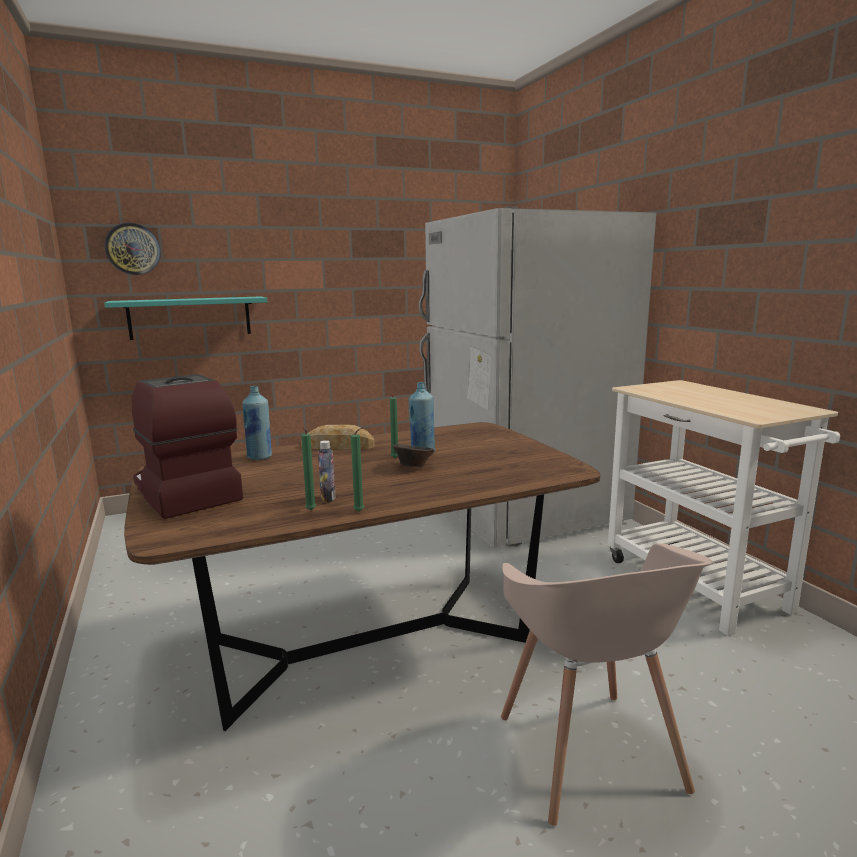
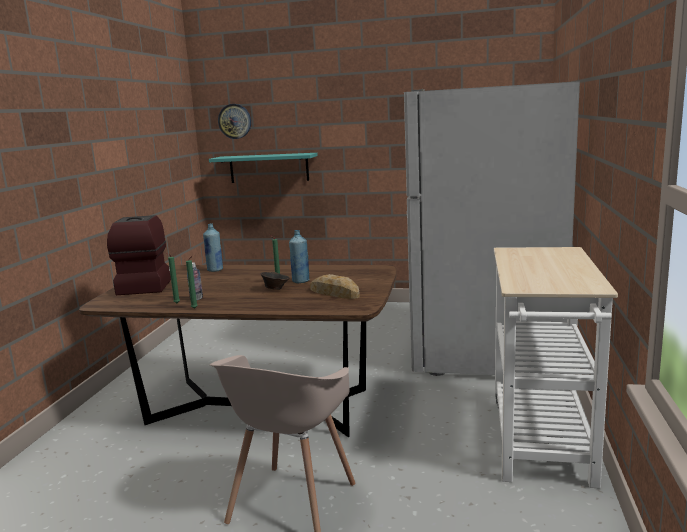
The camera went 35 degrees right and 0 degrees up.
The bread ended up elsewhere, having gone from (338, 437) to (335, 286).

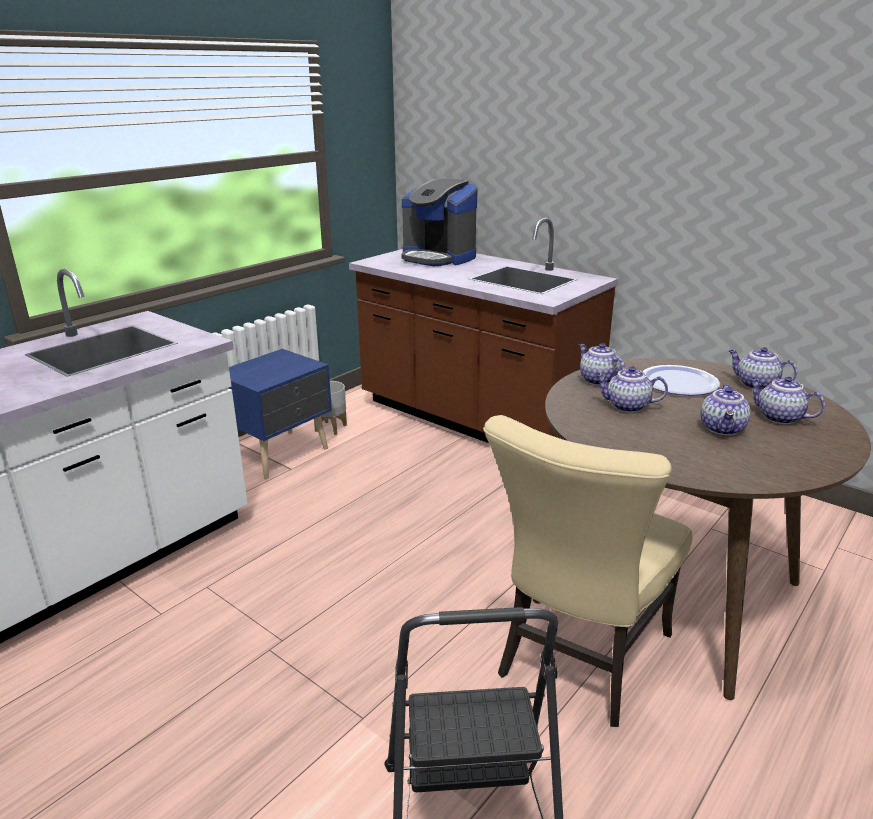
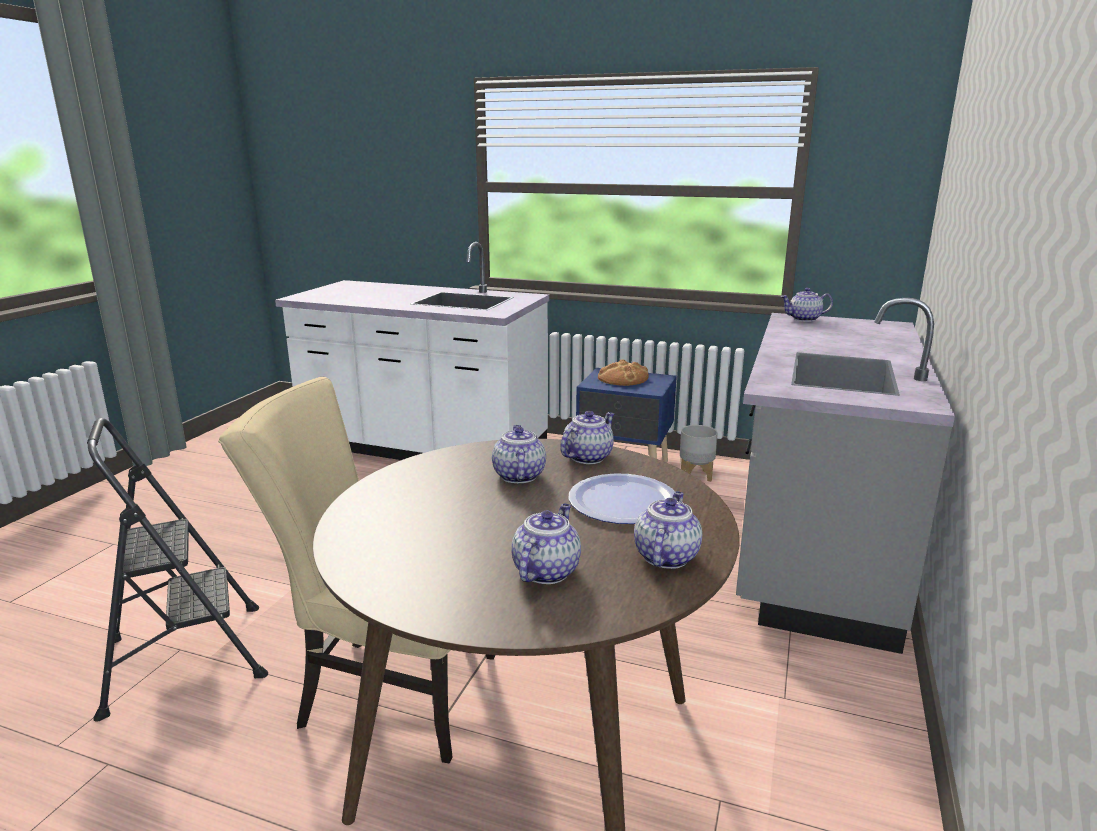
The camera went 70 degrees right and 5 degrees down.
The second view lost the coffee machine at (439, 222).
What was the brown counter at (483, 330) turned into the grey counter at (845, 476).
The teapot ended up elsewhere, having gone from (726, 410) to (806, 305).
The second view gained the bread at (623, 372).

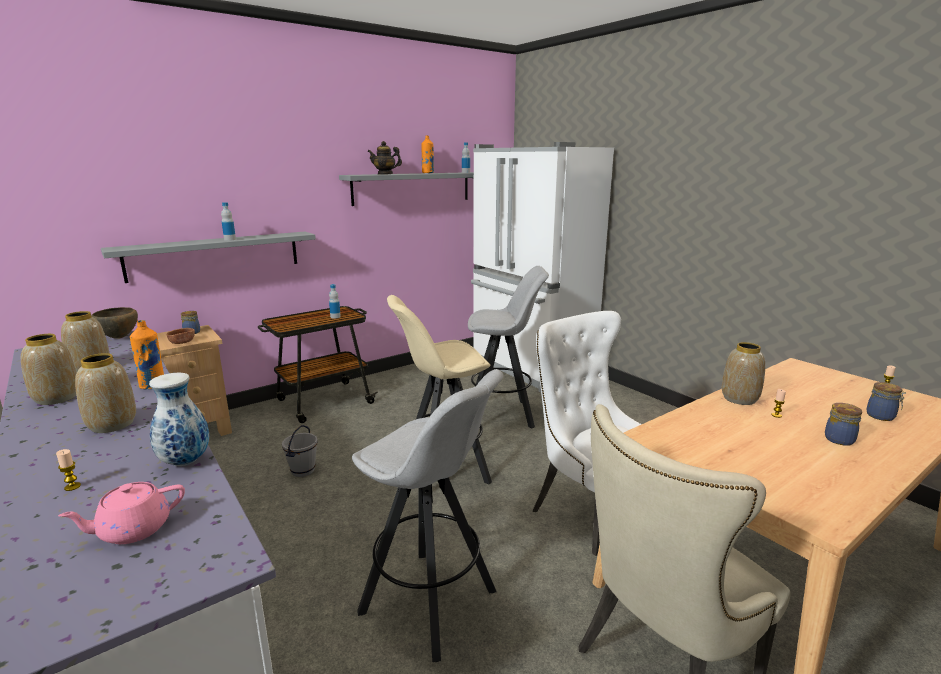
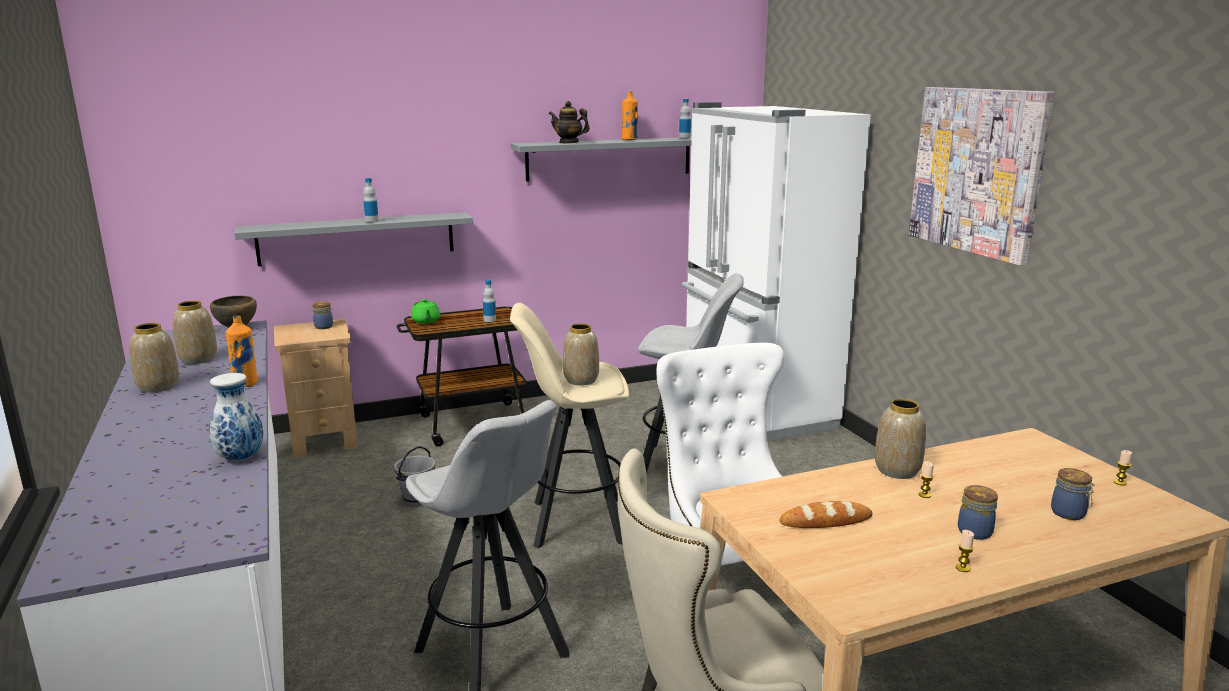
The camera went 15 degrees right and 0 degrees up.
The second view lost the brown bowl at (180, 336).
The vase ended up elsewhere, having gone from (105, 393) to (581, 354).
The candle ended up elsewhere, having gone from (68, 470) to (965, 551).
The second view lost the pink teapot at (121, 513).
The second view gained the picture at (982, 176).
The second view gained the green teapot at (425, 311).
The second view gained the bread at (825, 514).

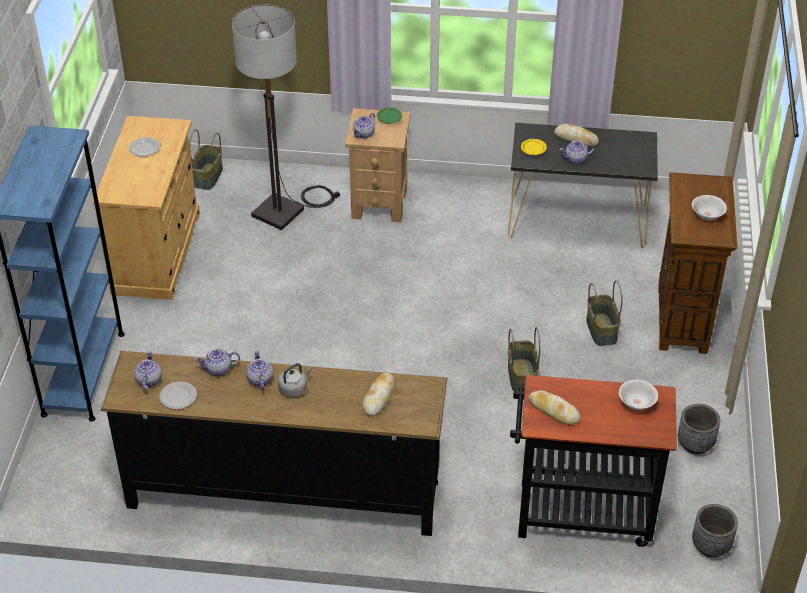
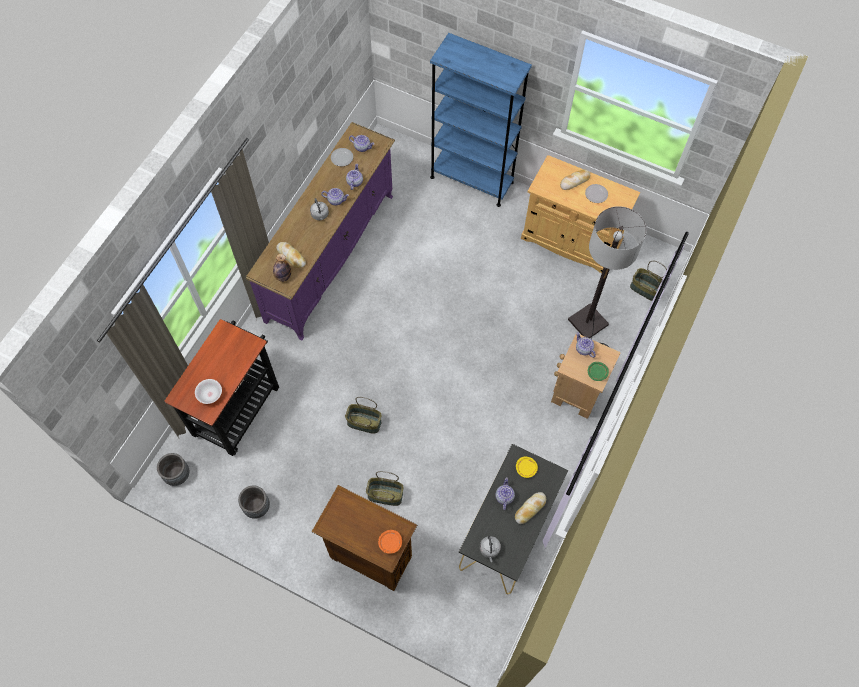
The camera went 110 degrees right and 20 degrees up.
The second view lost the white bowl at (709, 207).
What was the black dresser at (274, 443) turned into the purple dresser at (320, 231).
The bread ended up elsewhere, having gone from (554, 407) to (575, 180).
The second view gained the bottle at (282, 268).
The second view gained the orange plate at (390, 542).
The second view gained the grey kettle at (490, 549).

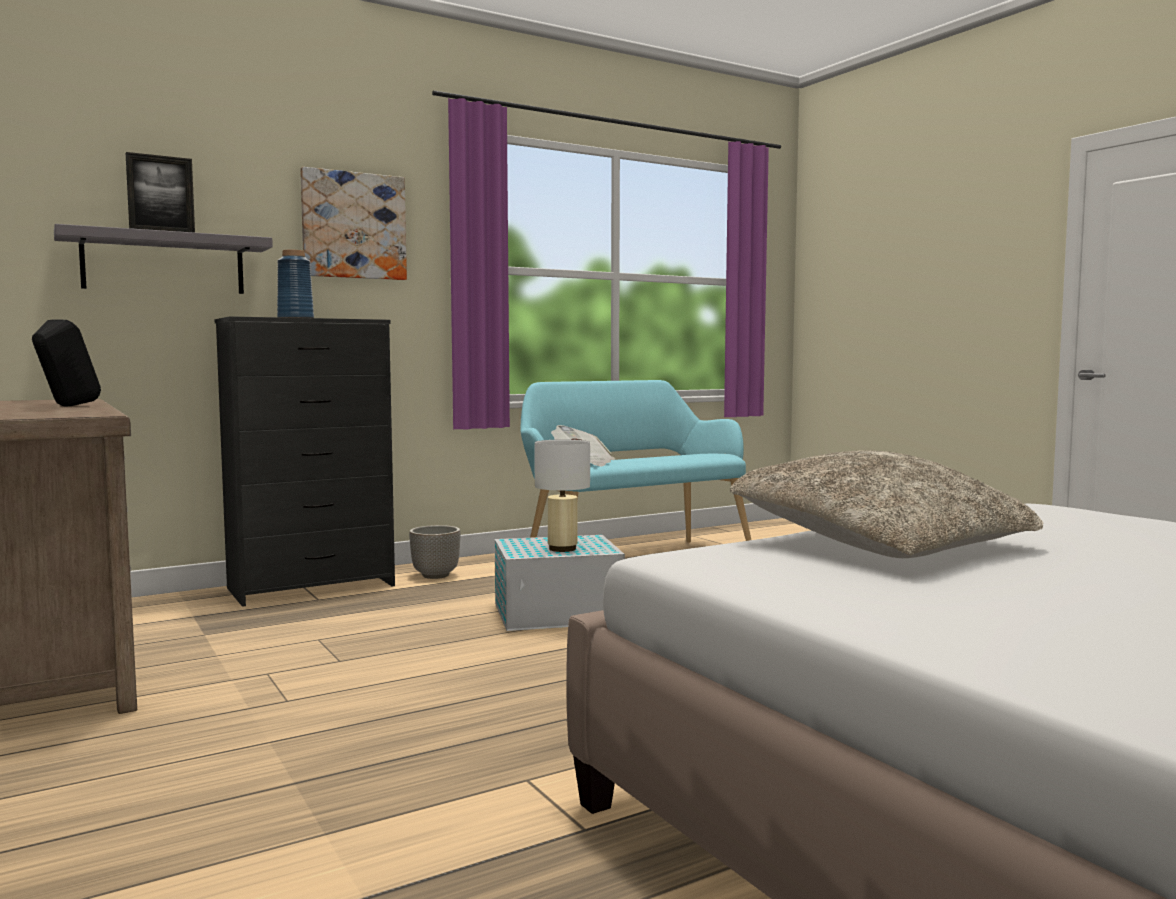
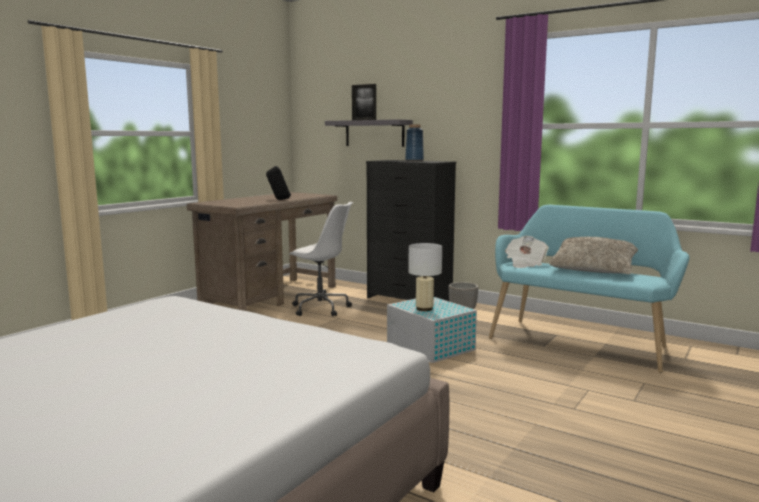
The camera went 65 degrees right and 5 degrees up.
The second view lost the picture at (353, 223).
The beige pillow ended up elsewhere, having gone from (887, 504) to (593, 255).
The second view gained the white office chair at (321, 259).

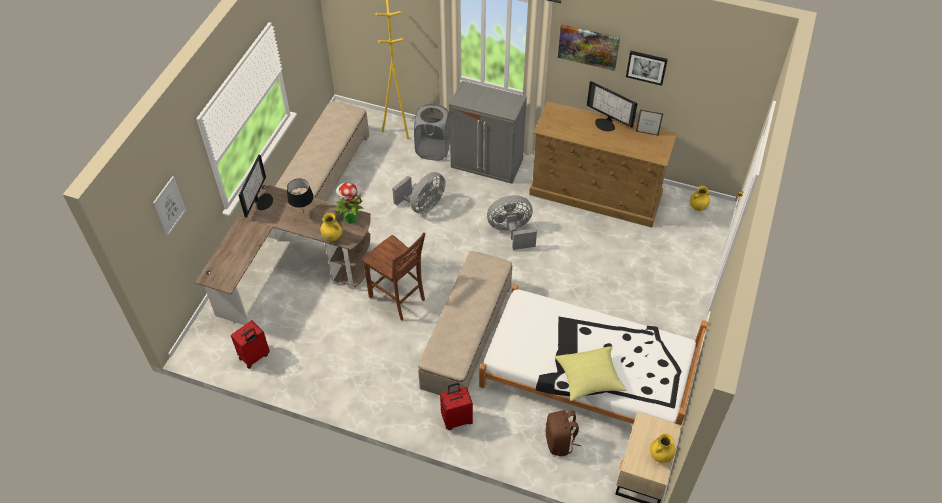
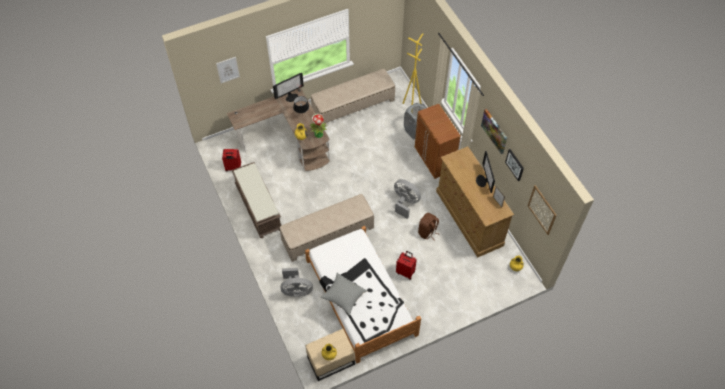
The camera went 45 degrees right and 5 degrees up.
What was the grey cabinet at (488, 132) turned into the brown cabinet at (438, 141).
The grey fan ended up elsewhere, having gone from (419, 193) to (296, 282).
The second view lost the brown chair at (394, 276).
What was the yellow pillow at (591, 373) turned into the grey pillow at (343, 294).
The red suitcase ended up elsewhere, having gone from (456, 406) to (406, 265).
The brown backpack ended up elsewhere, having gone from (563, 433) to (429, 227).
The second view gained the brown bench at (256, 200).
The second view gained the picture at (542, 210).

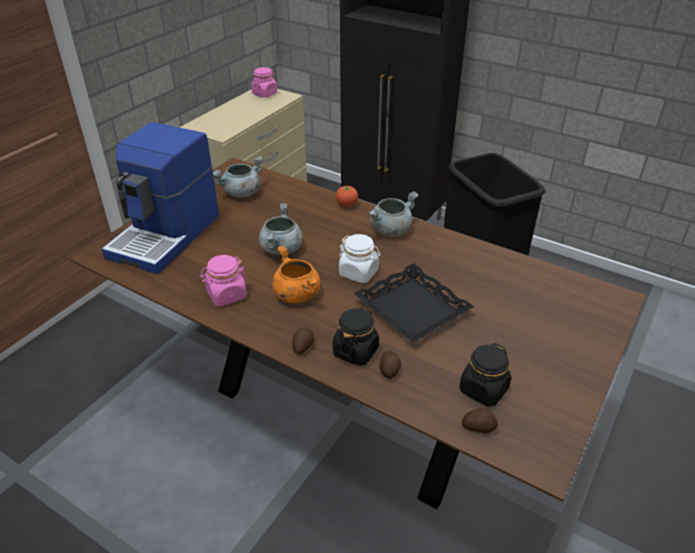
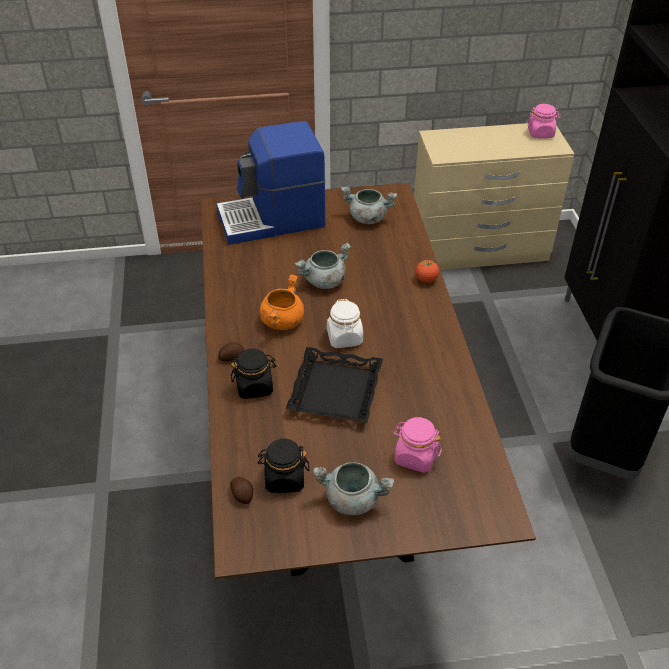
The camera went 50 degrees right and 5 degrees up.
The grey cooking pot ended up elsewhere, having gone from (393, 214) to (353, 488).
The pink jar ended up elsewhere, having gone from (223, 280) to (417, 445).
The second view lost the potato at (390, 365).

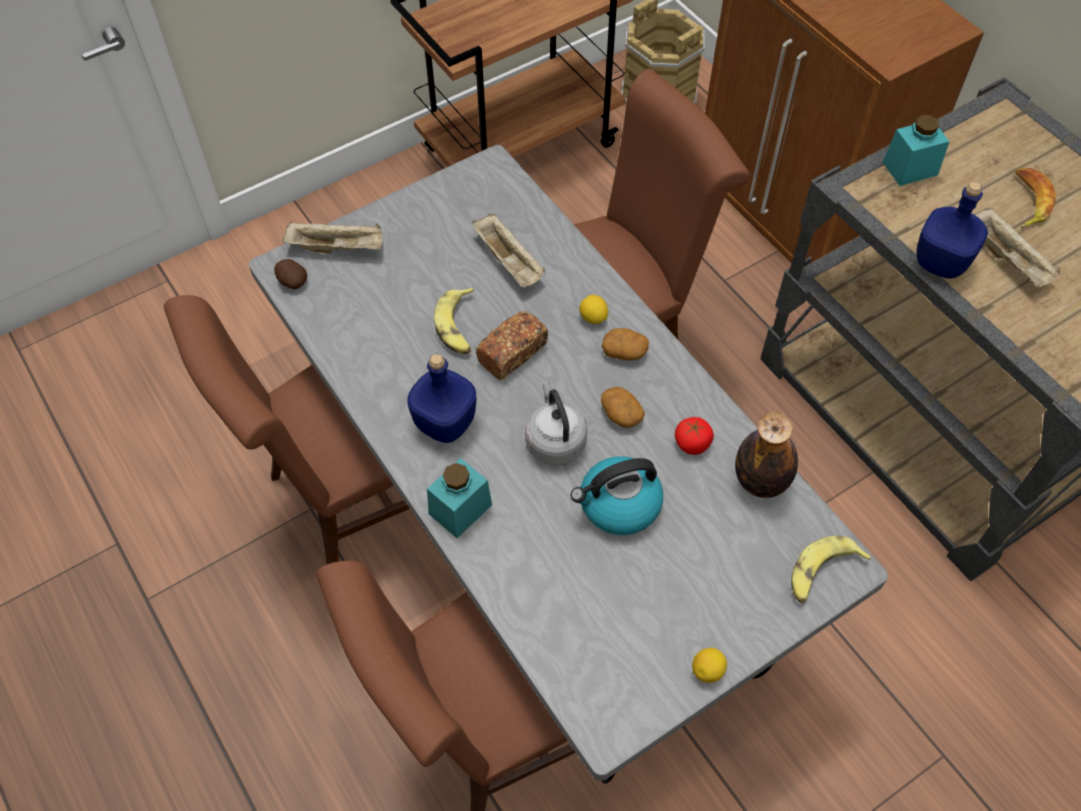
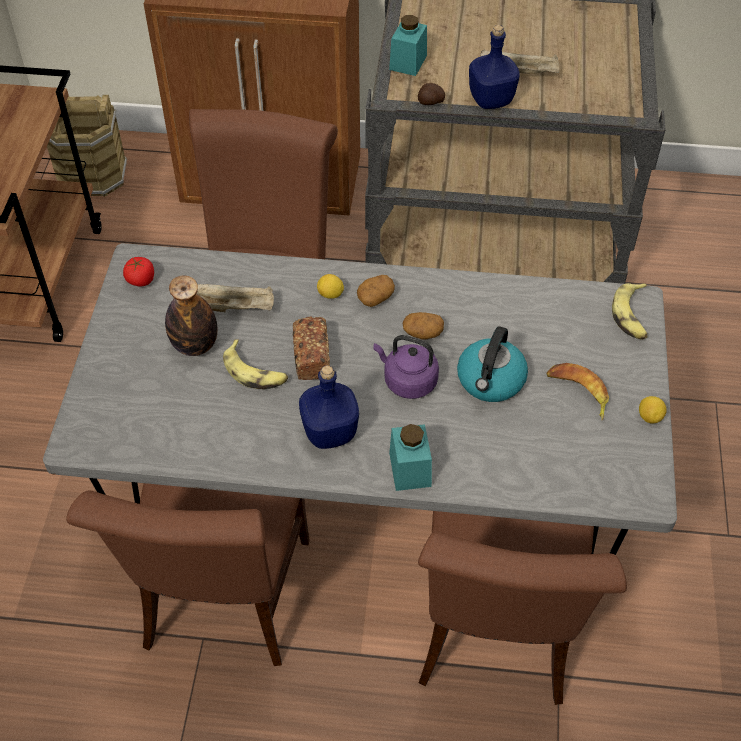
The camera went 50 degrees left and 5 degrees down.
The banana ended up elsewhere, having gone from (1035, 198) to (577, 391).
The second view lost the beige tray at (332, 237).
The potato ended up elsewhere, having gone from (290, 274) to (431, 94).
What was the grey kettle at (556, 424) turned into the purple kettle at (406, 367).
The bottle ended up elsewhere, having gone from (766, 455) to (191, 316).
The tomato ended up elsewhere, having gone from (694, 436) to (138, 271).

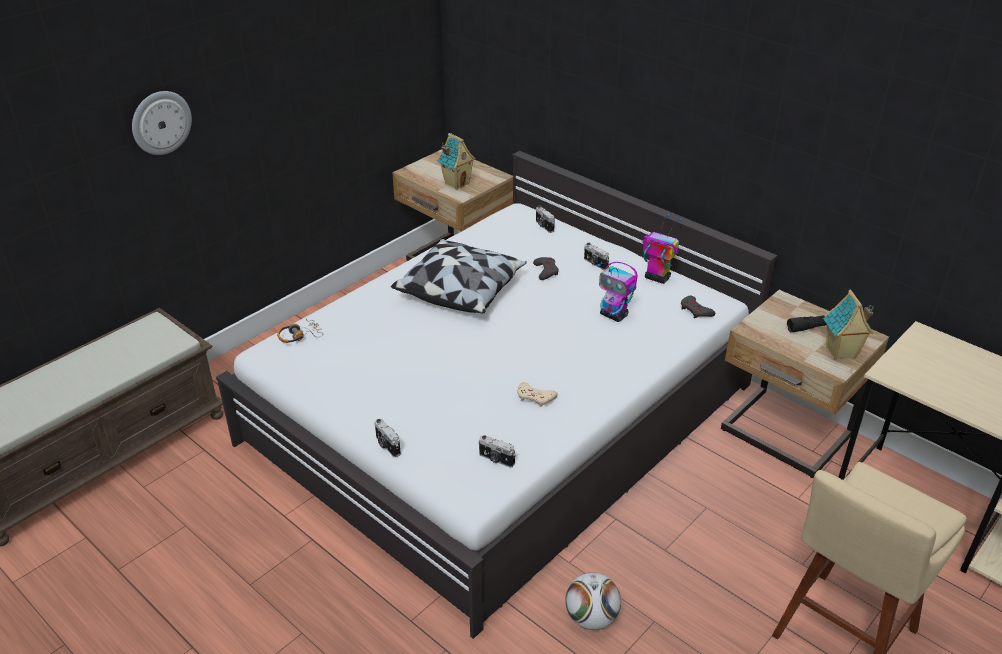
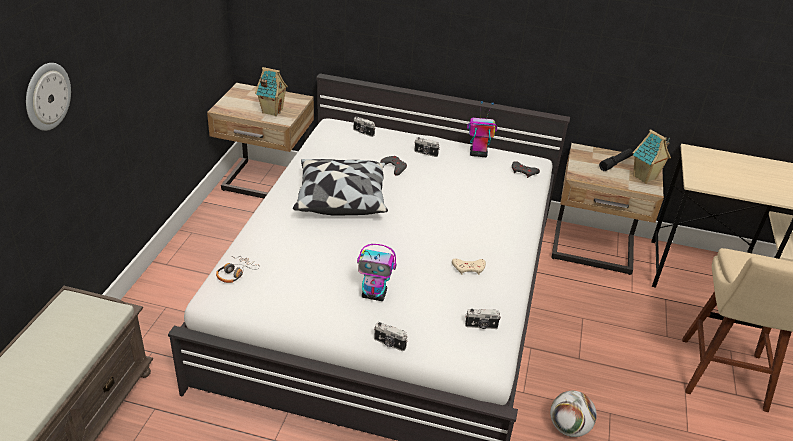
The camera went 30 degrees left and 0 degrees up.
The toy robot ended up elsewhere, having gone from (617, 292) to (376, 272).

